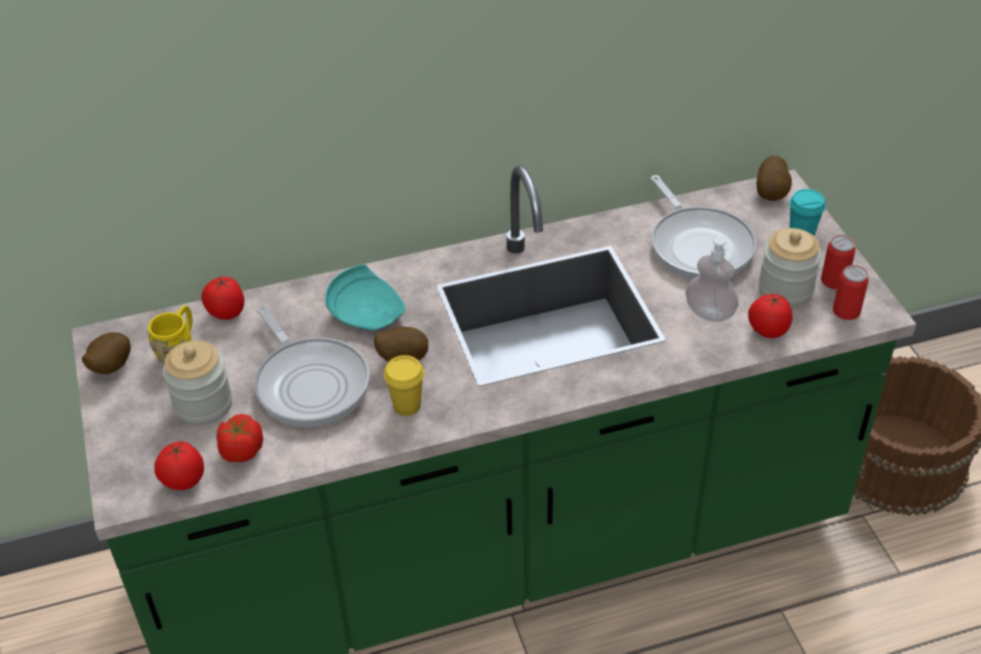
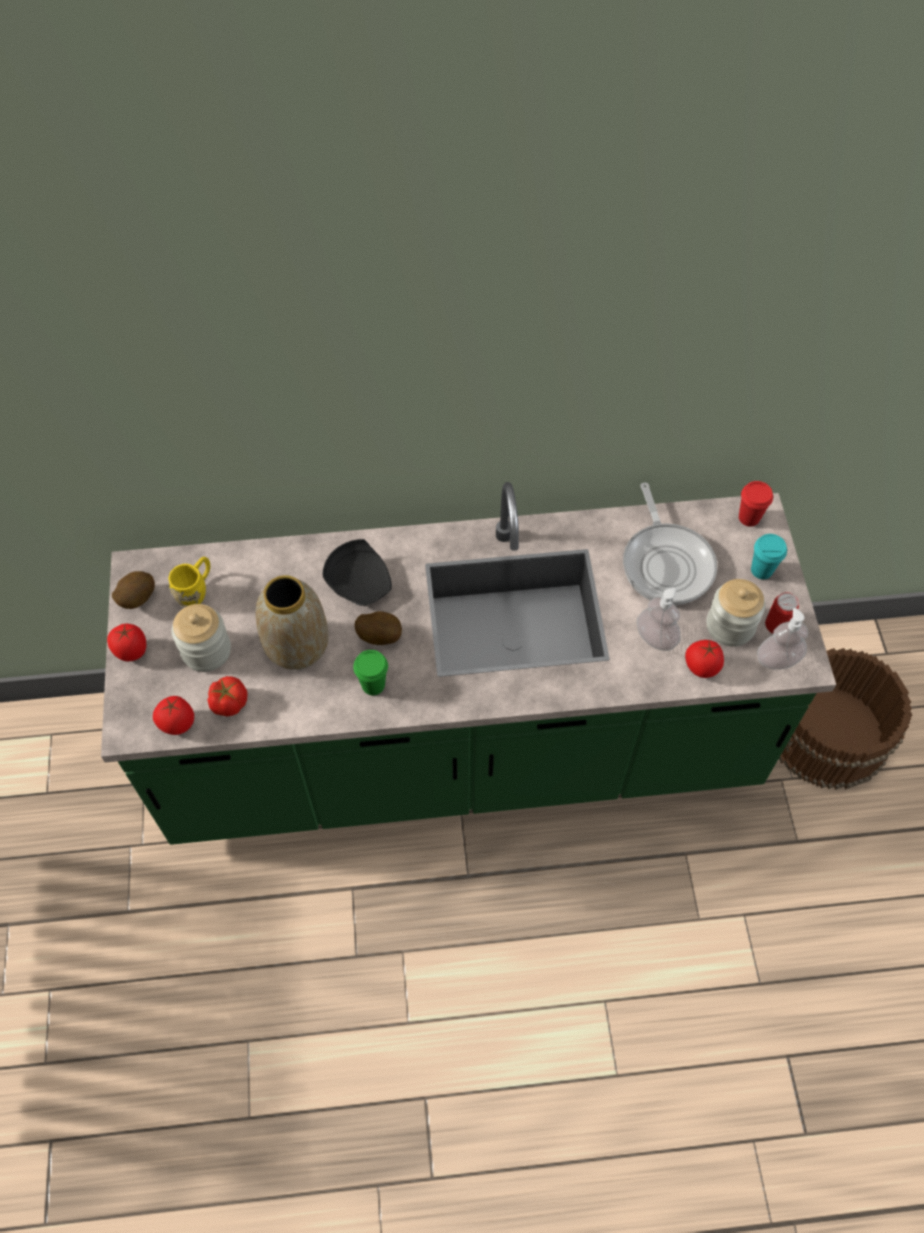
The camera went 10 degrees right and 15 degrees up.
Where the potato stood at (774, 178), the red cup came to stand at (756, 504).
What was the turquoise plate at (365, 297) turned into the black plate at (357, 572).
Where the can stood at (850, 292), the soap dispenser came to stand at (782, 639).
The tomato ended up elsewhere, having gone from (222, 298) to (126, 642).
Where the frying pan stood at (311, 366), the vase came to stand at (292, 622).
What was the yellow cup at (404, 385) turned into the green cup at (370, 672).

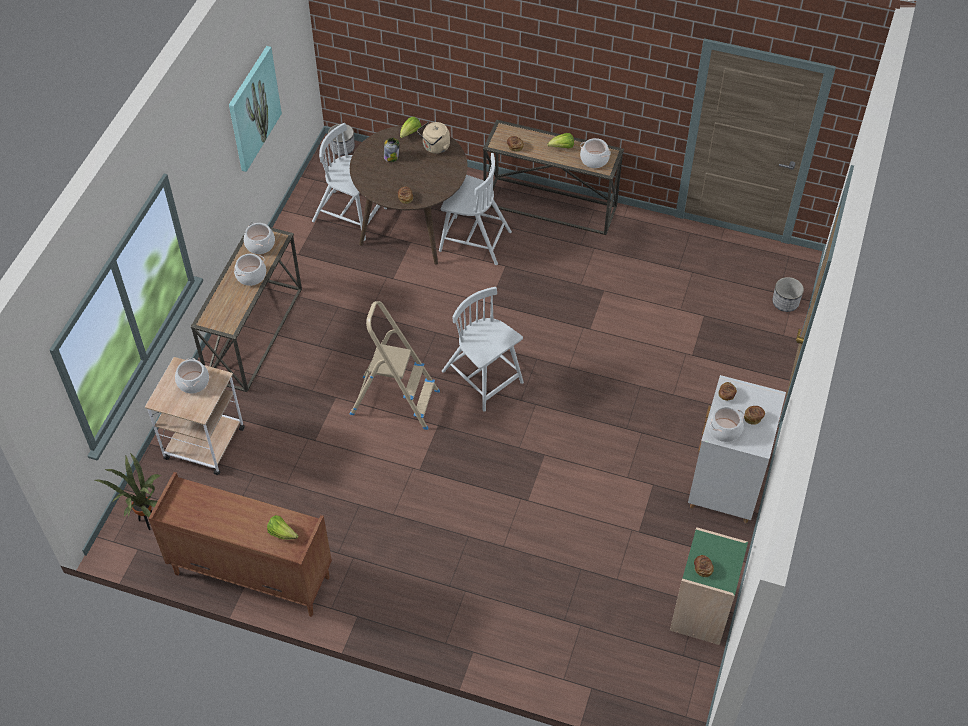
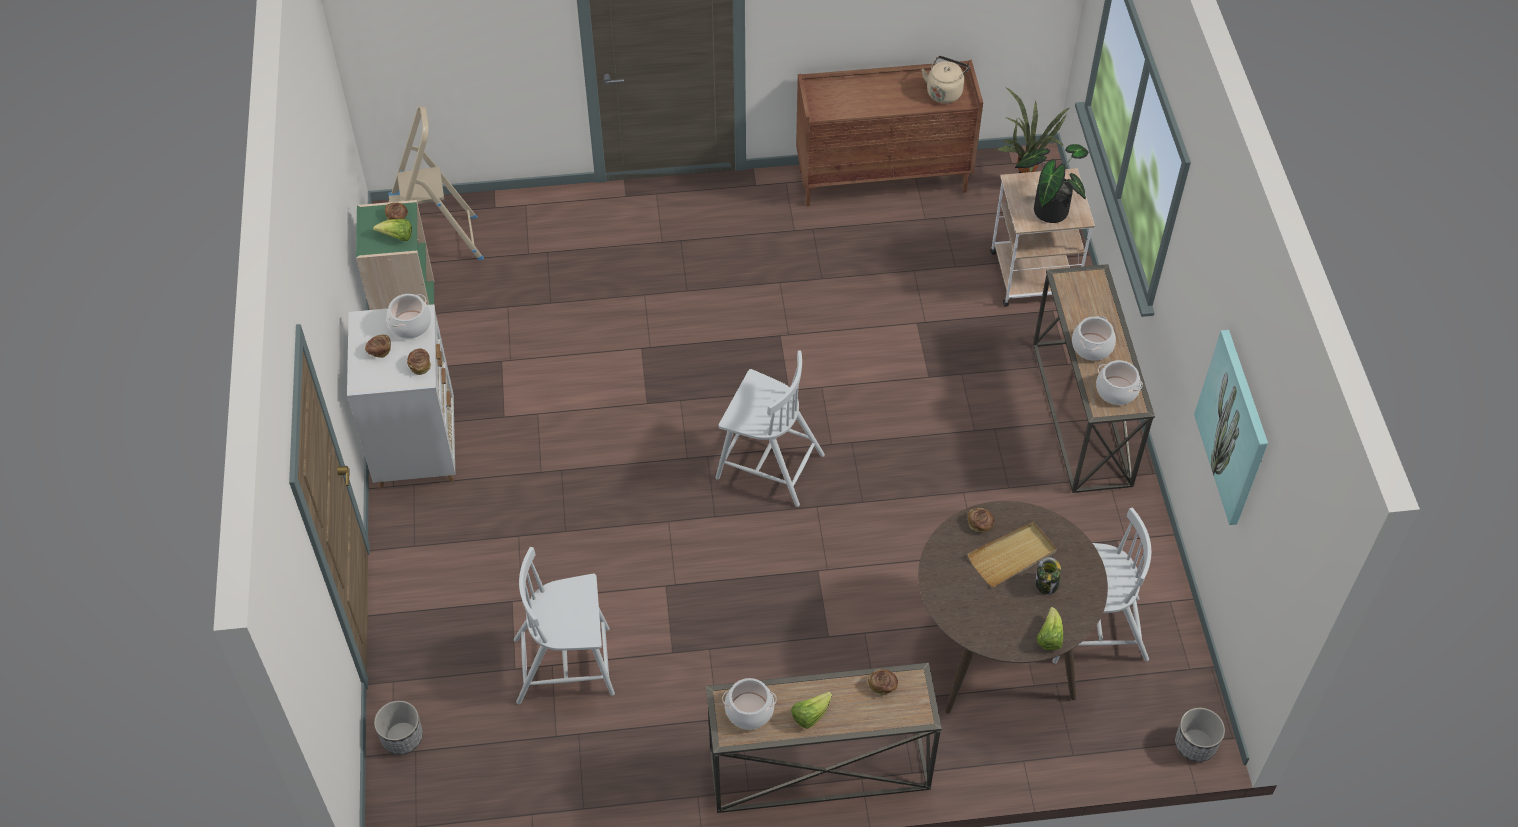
The camera went 155 degrees right and 0 degrees up.
The beige kettle ended up elsewhere, having gone from (433, 138) to (946, 79).
The white chair ended up elsewhere, having gone from (475, 209) to (564, 625).
The beige step ladder ended up elsewhere, having gone from (395, 365) to (436, 183).
Where the cooking pot stood at (192, 375), the potted plant came to stand at (1052, 183).
The lettuce ended up elsewhere, having gone from (282, 527) to (392, 230).
The second view gained the beige tray at (1012, 554).

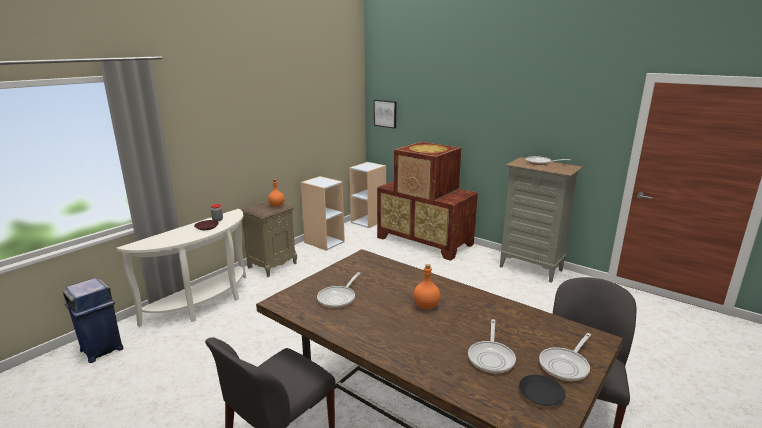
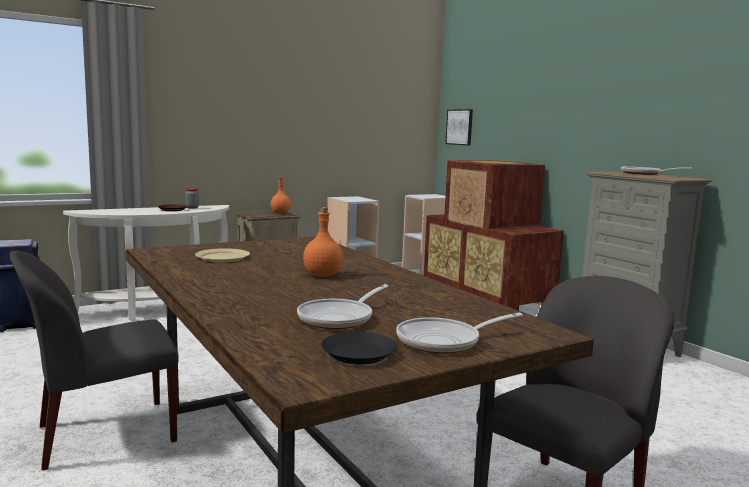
The camera went 20 degrees right and 10 degrees down.
Where the frying pan stood at (338, 290), the beige plate came to stand at (222, 255).

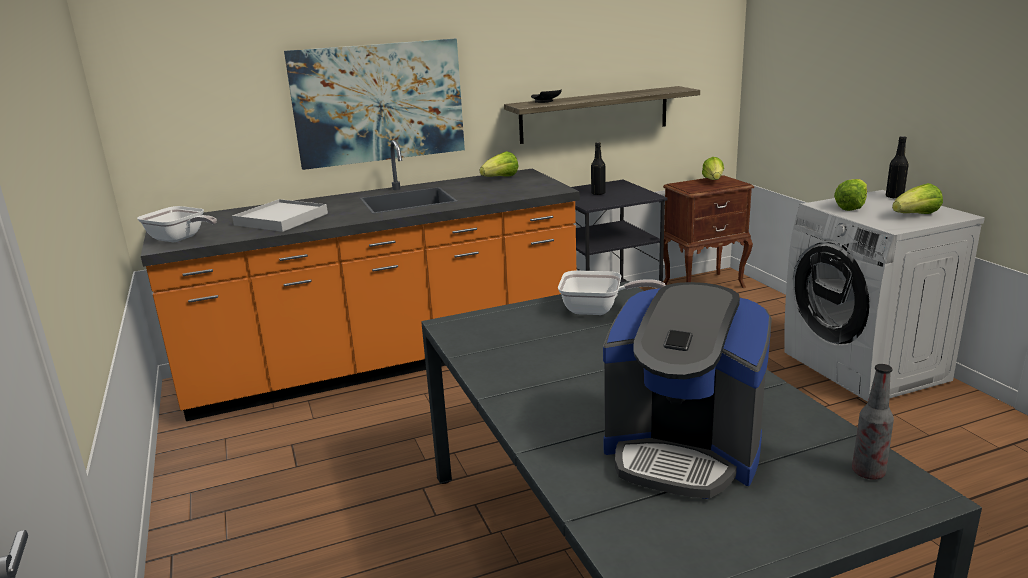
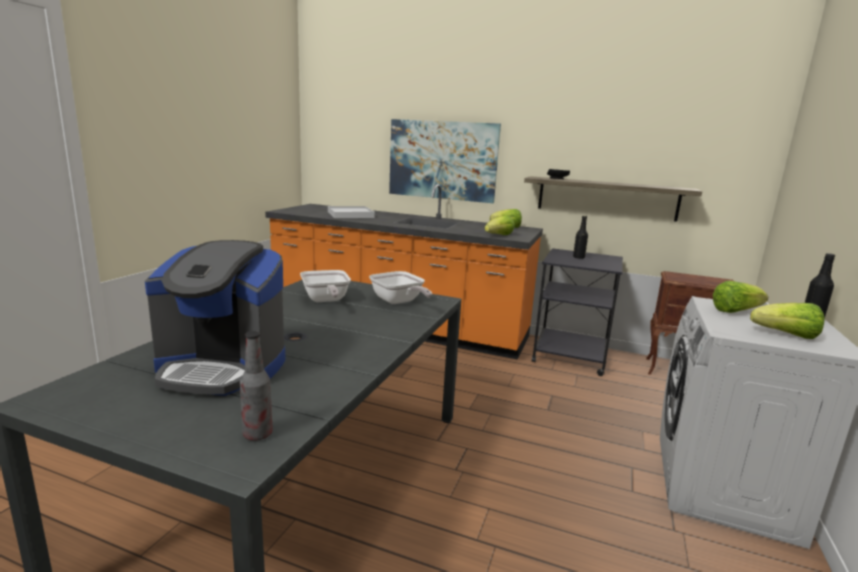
The camera went 40 degrees right and 5 degrees down.
The lettuce ended up elsewhere, having gone from (713, 168) to (500, 225).
The frying pan ended up elsewhere, having gone from (177, 224) to (325, 286).
The coffee machine at (687, 390) ended up facing another way, 60 degrees counterclockwise from before.

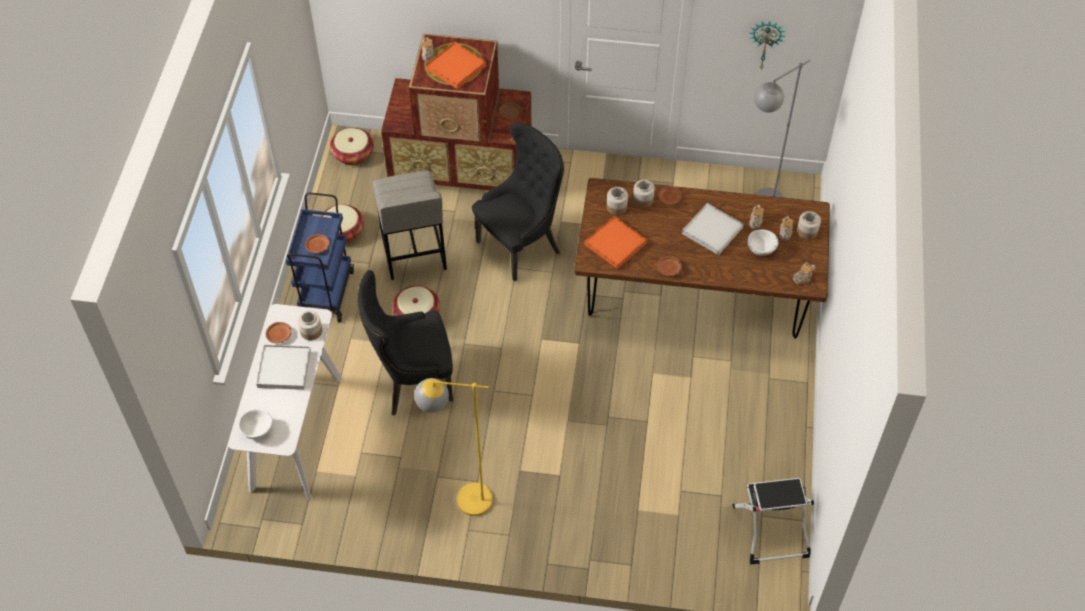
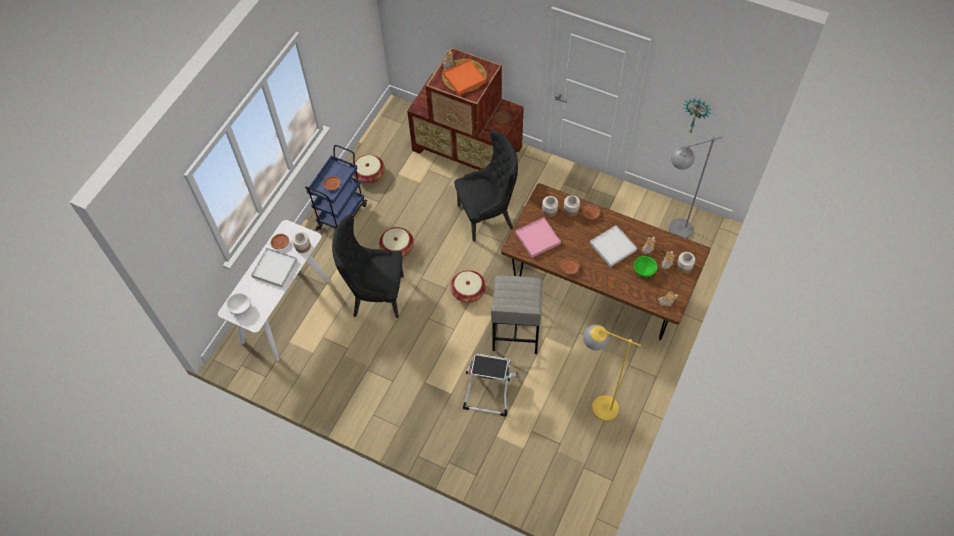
The camera went 20 degrees right and 5 degrees up.
The basket ended up elsewhere, having gone from (352, 146) to (468, 286).
The grey chair ended up elsewhere, having gone from (410, 225) to (517, 314).
What was the orange tray at (615, 242) turned into the pink tray at (538, 237).
What was the white bowl at (762, 242) turned into the green bowl at (646, 266).
The yellow floor lamp ended up elsewhere, having gone from (453, 447) to (612, 373).
The step ladder ended up elsewhere, having gone from (773, 521) to (490, 385).

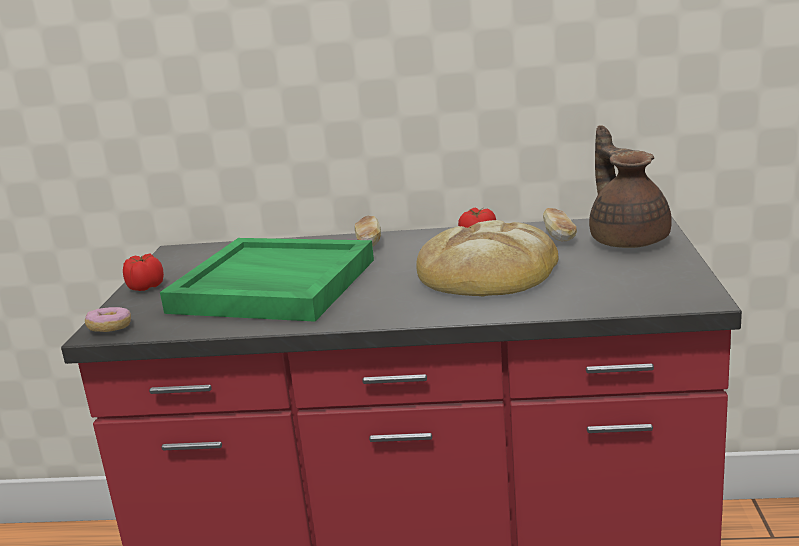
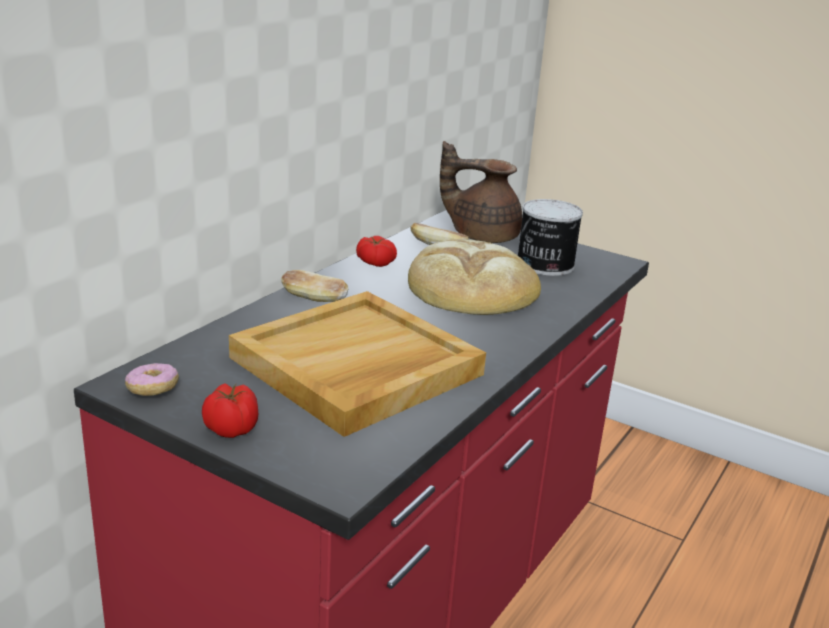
The camera went 65 degrees left and 5 degrees up.
What was the green tray at (267, 280) turned into the beige tray at (357, 364).
The donut ended up elsewhere, having gone from (108, 319) to (152, 379).
The second view gained the can at (550, 237).

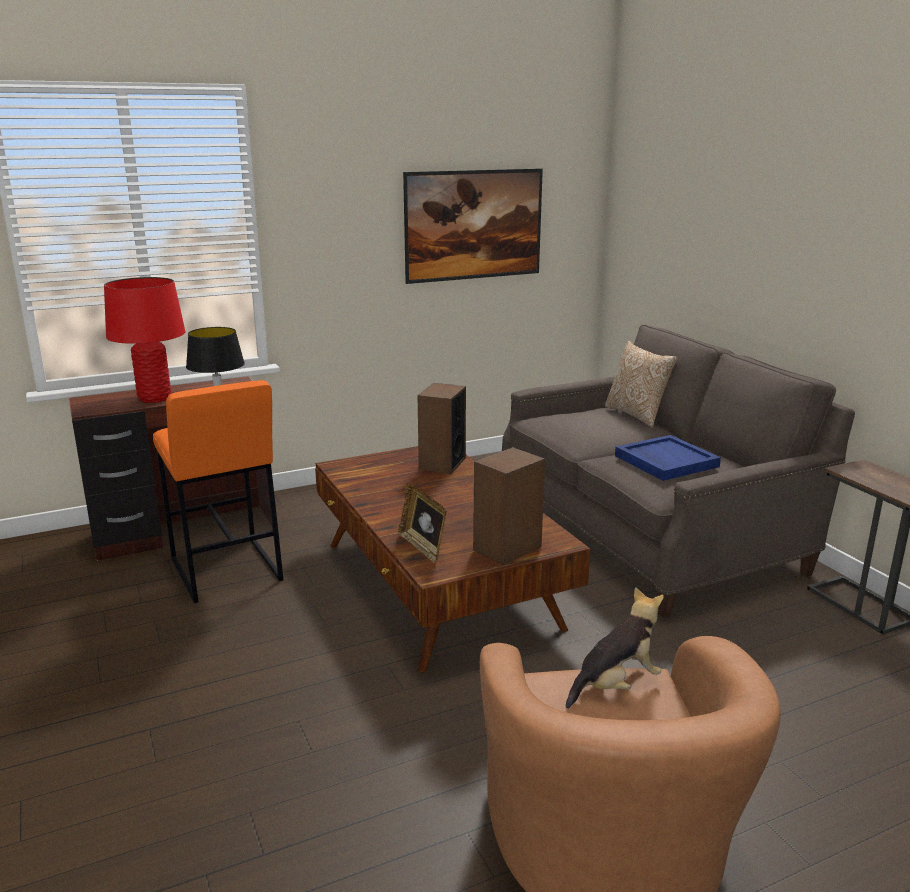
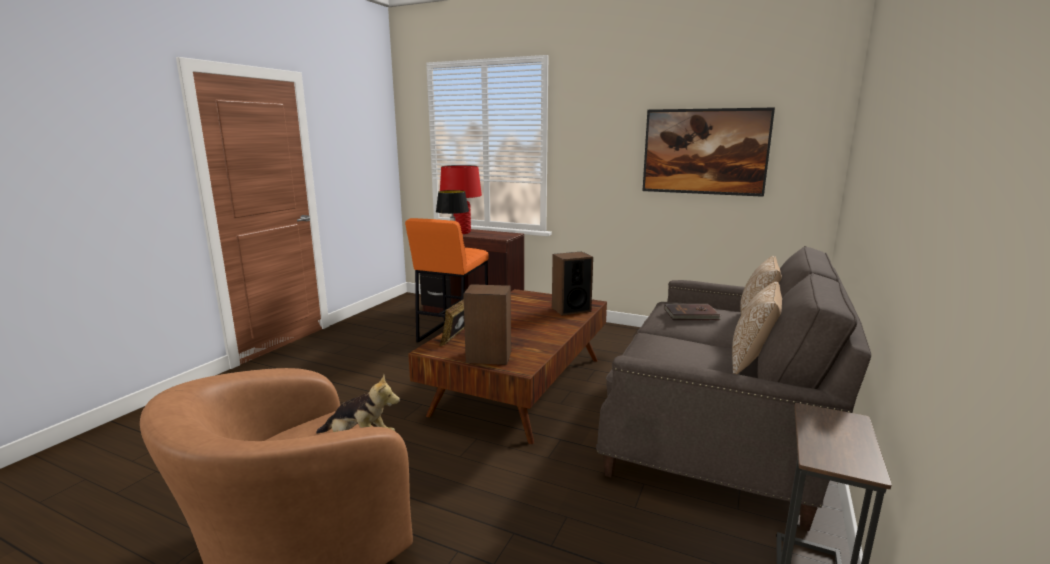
The camera went 50 degrees right and 5 degrees down.
The second view lost the blue tray at (668, 458).
The second view gained the pillow at (757, 328).
The second view gained the brown book at (692, 312).

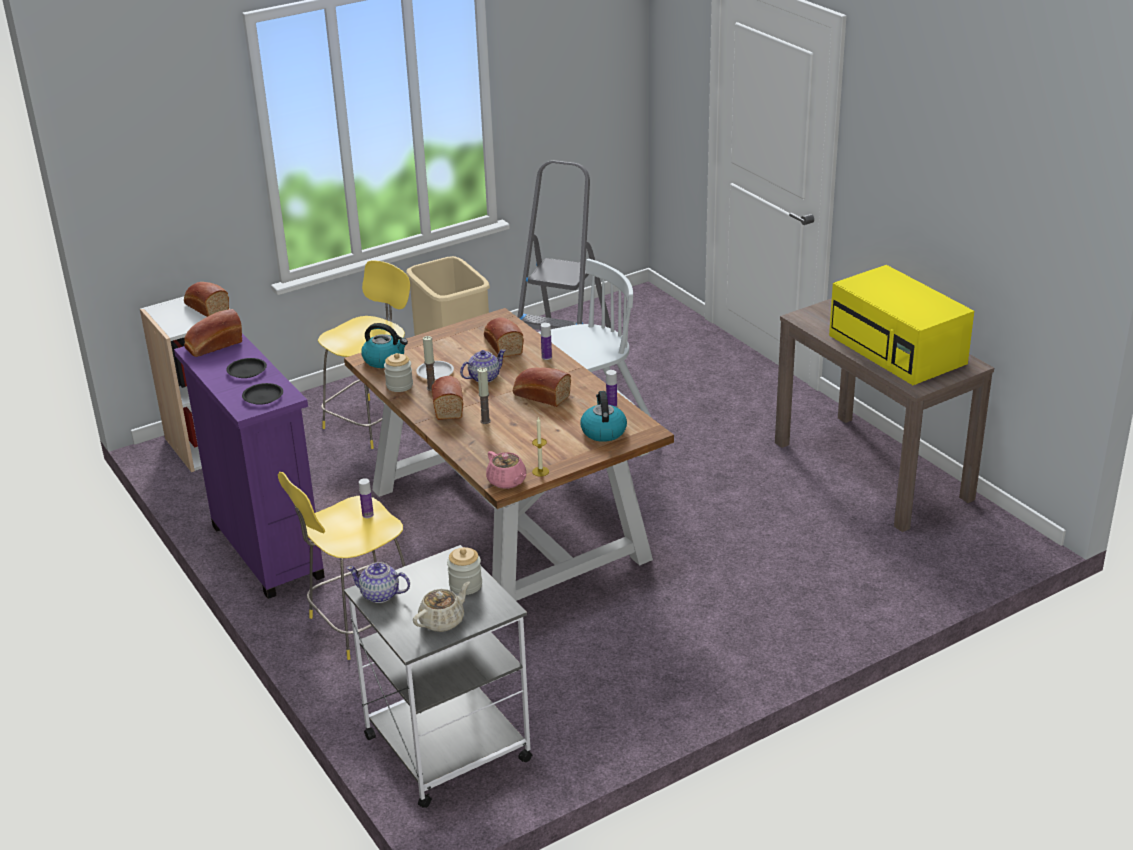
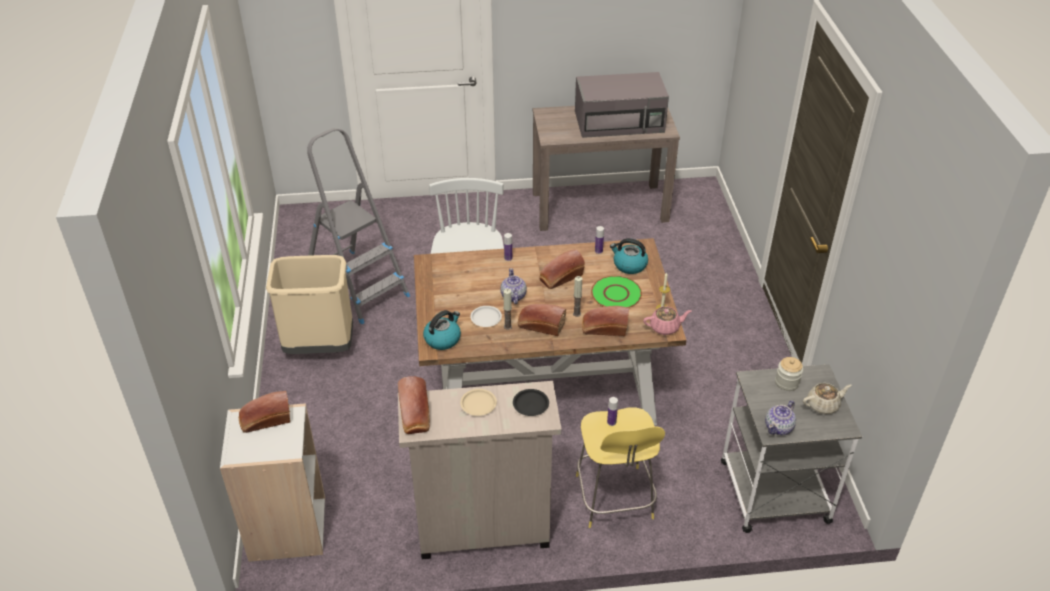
The camera went 65 degrees left and 10 degrees up.
The second view lost the yellow stool at (364, 354).
What was the yellow microwave at (901, 325) turned into the grey microwave at (622, 105).
The bread ended up elsewhere, having gone from (504, 337) to (605, 321).
What was the purple cabinet at (249, 466) turned into the beige cabinet at (480, 470).
The second view lost the jar at (398, 372).
What was the black plate at (246, 368) turned into the beige plate at (478, 402).
The beige teapot at (441, 606) ended up facing another way, 90 degrees clockwise from before.
The second view gained the green plate at (616, 292).

